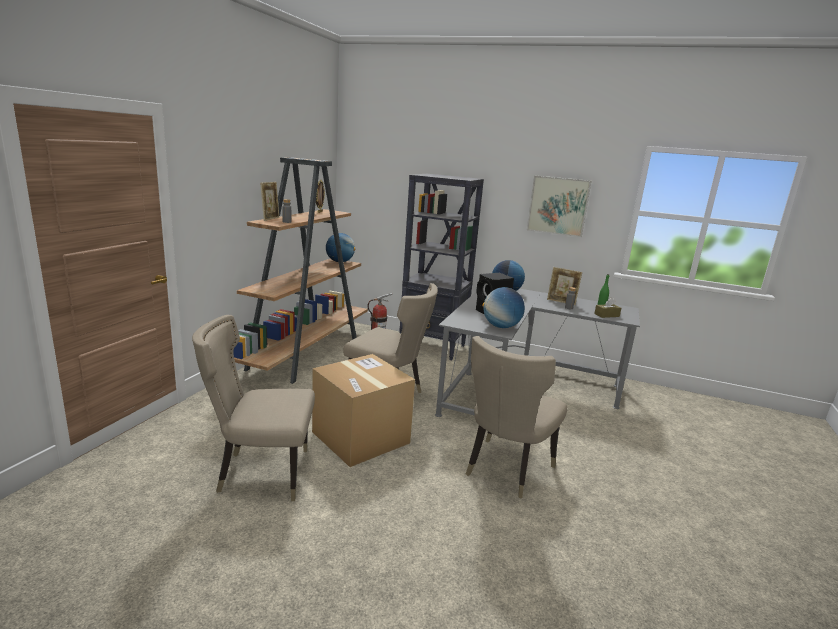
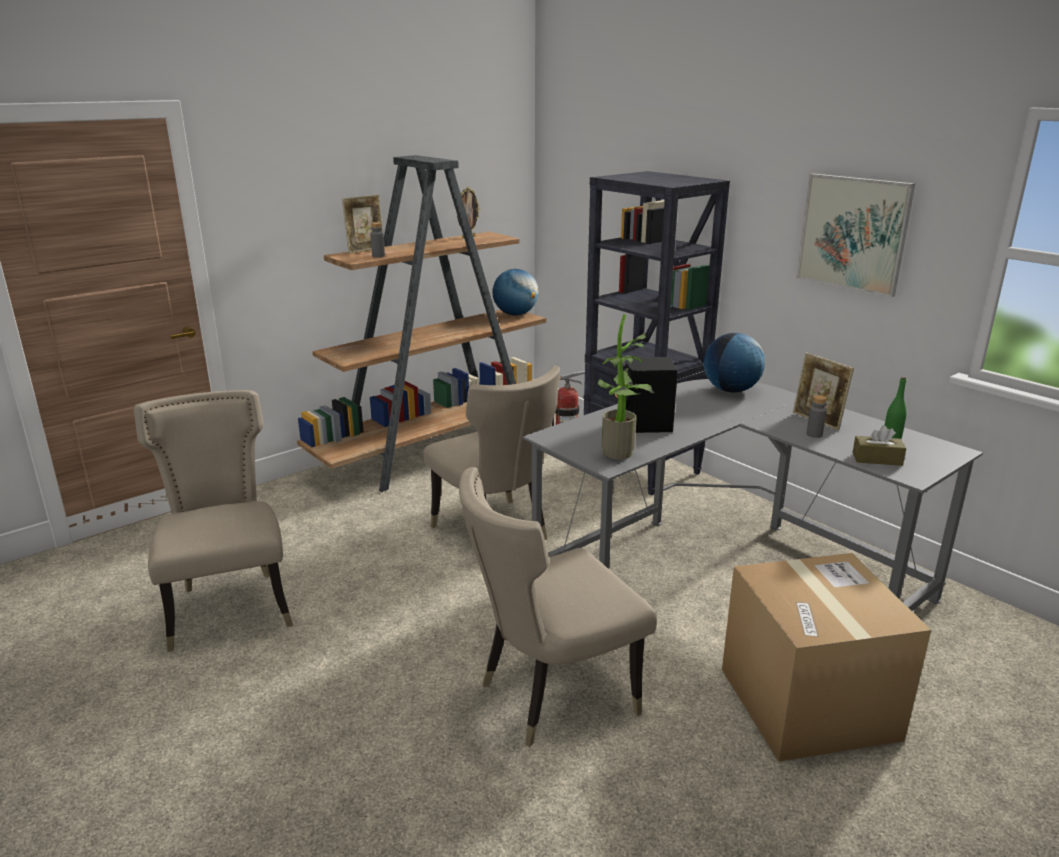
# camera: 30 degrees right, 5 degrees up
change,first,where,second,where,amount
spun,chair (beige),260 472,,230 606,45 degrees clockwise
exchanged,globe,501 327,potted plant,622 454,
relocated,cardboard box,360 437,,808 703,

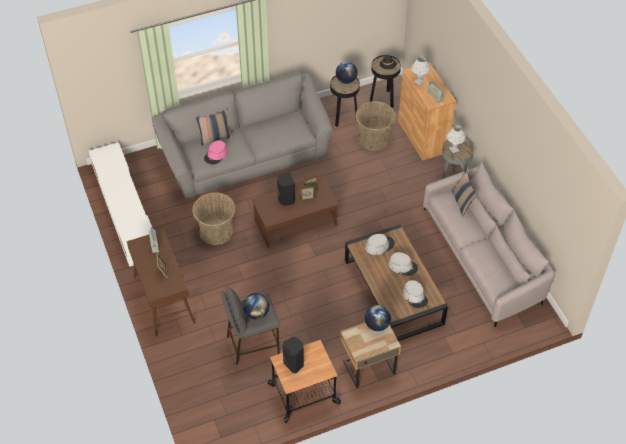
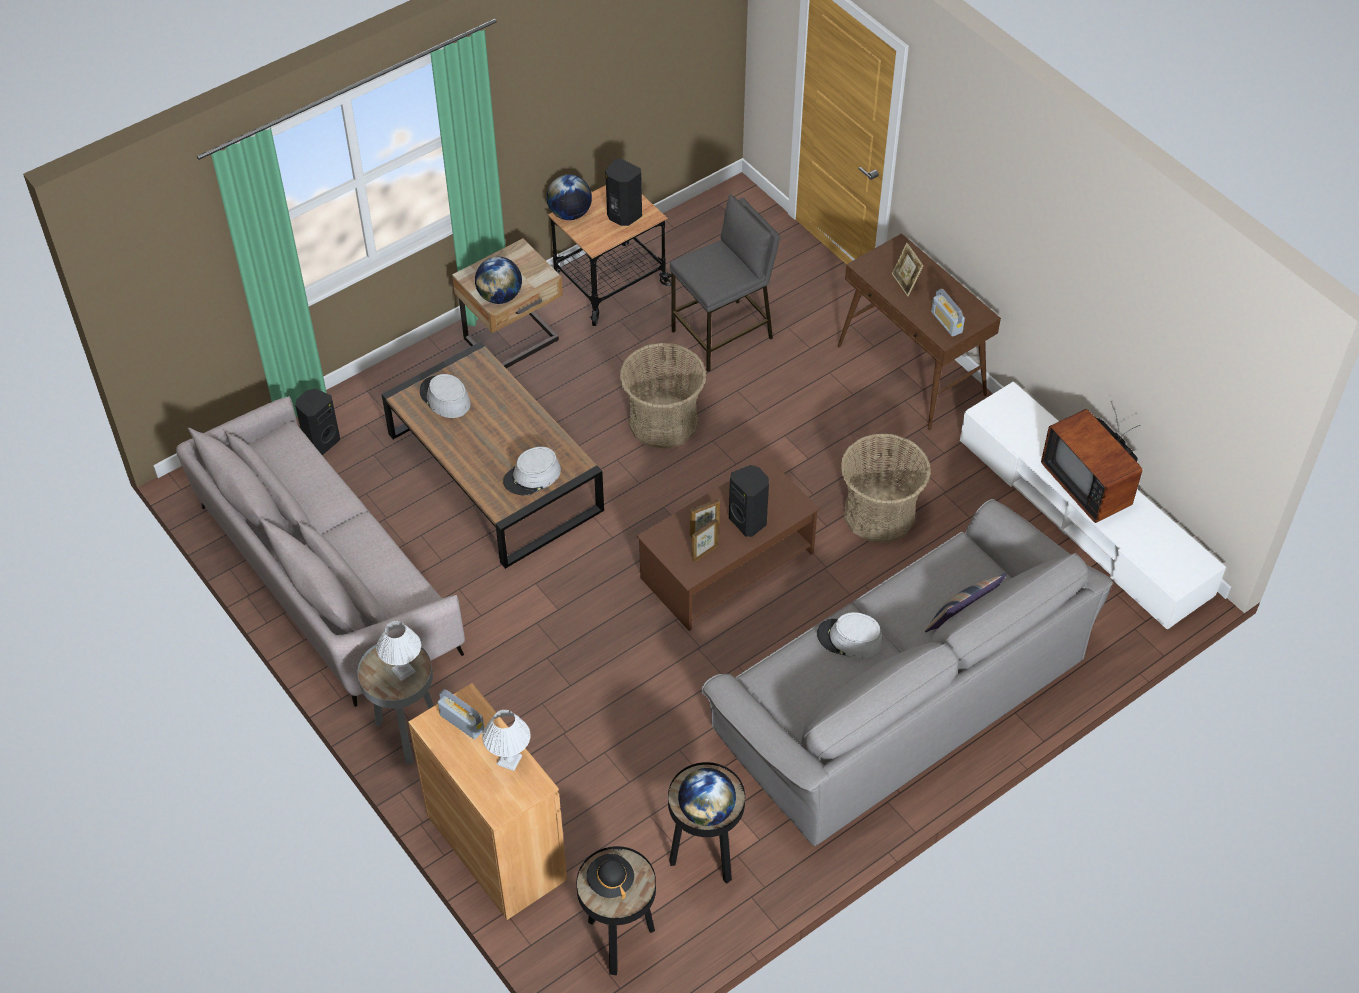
# camera: 165 degrees right, 0 degrees up
change,first,where,second,where,amount
appeared,,,speaker (black),321 441,
relocated,globe,256 313,,570 214,
relocated,basket,374 138,,663 422,
relocated,hat (grey),403 266,,849 639,
appeared,,,television,1090 484,
missing,hat (pink),216 155,,,
missing,pillow,462 203,,,

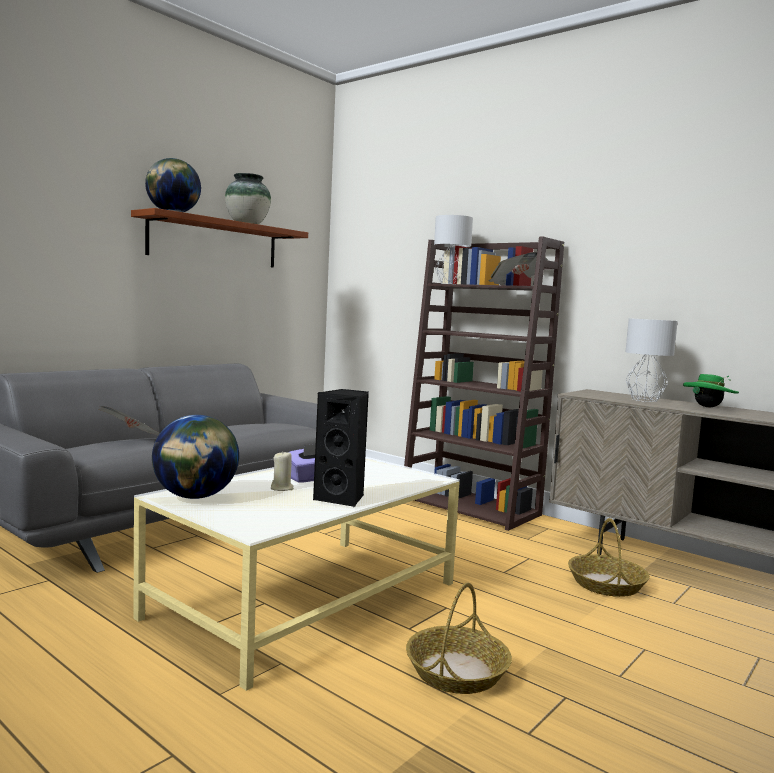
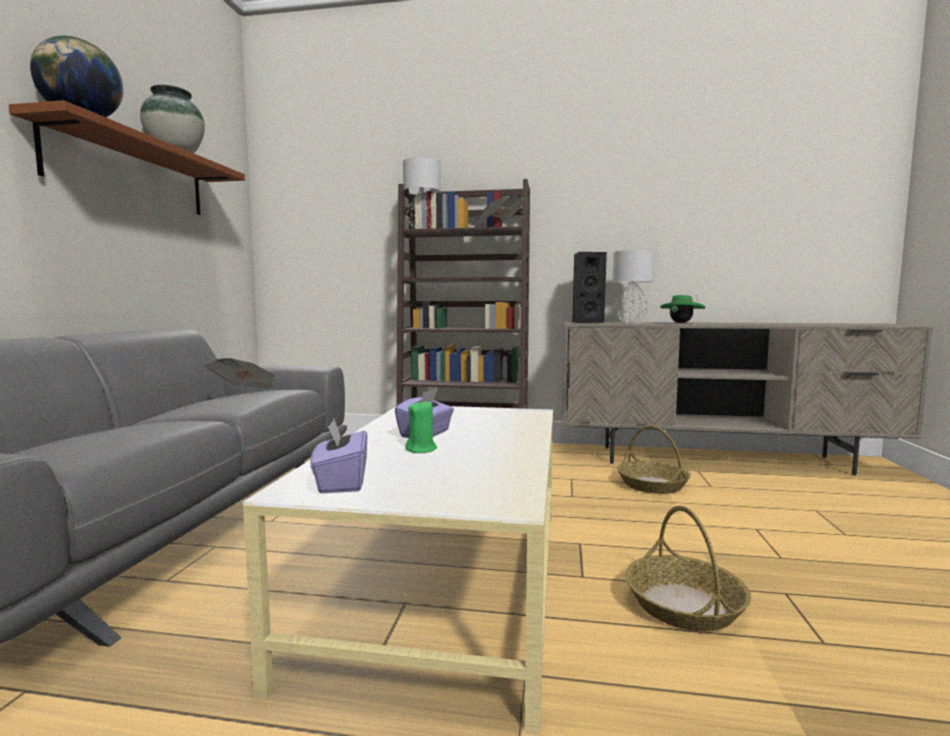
# camera: 30 degrees left, 0 degrees up
change,first,where,second,where,amount
relocated,newspaper,134 440,,246 393,
exchanged,globe,195 497,tissue box (purple),341 482,
colour,candle (beige),282 488,candle (green),421 449,
relocated,speaker (black),342 498,,586 322,

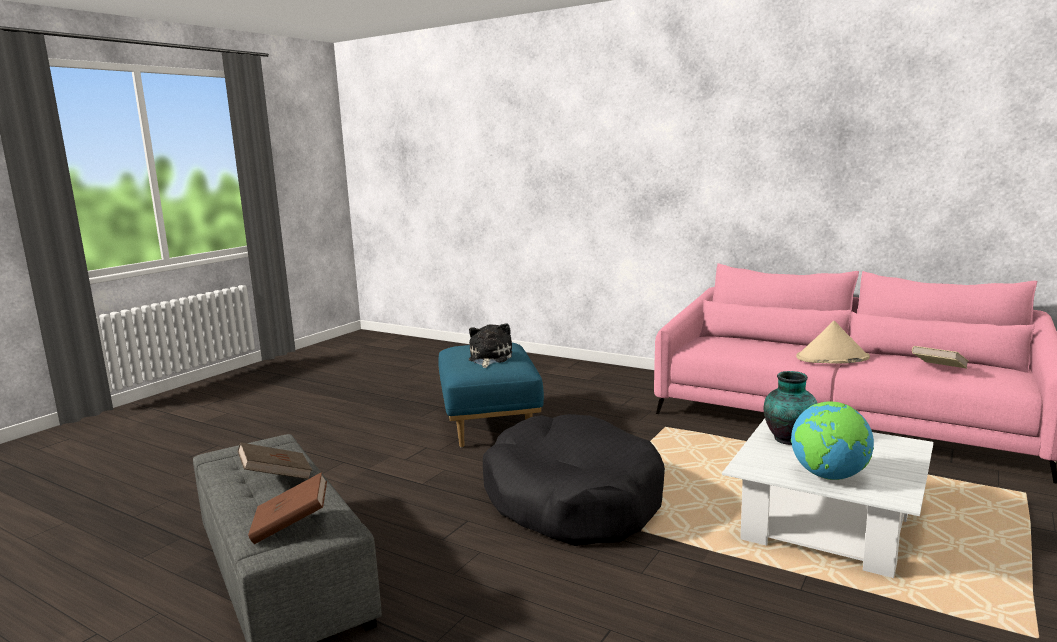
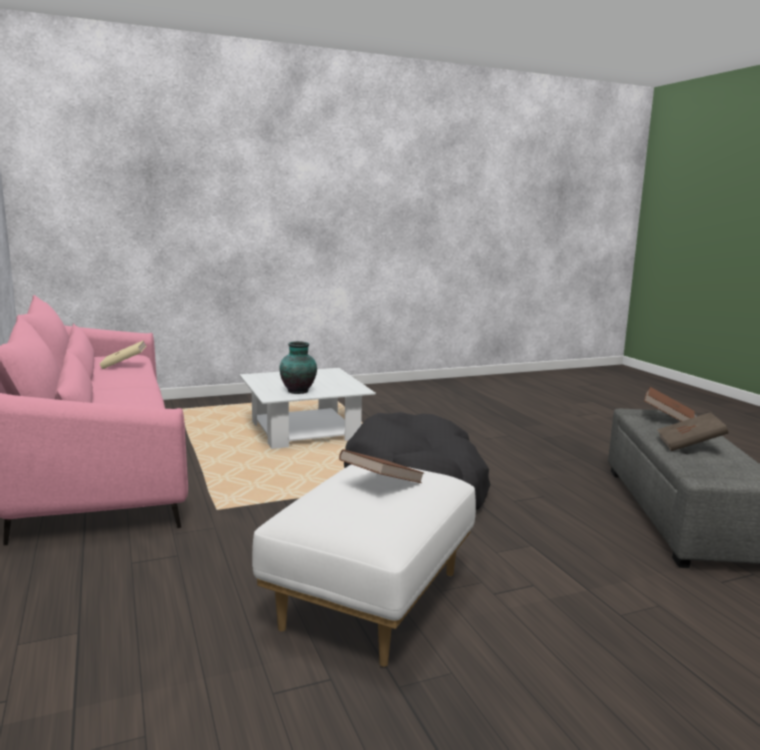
# camera: 145 degrees left, 0 degrees up
change,first,where,second,where,amount
colour,ottoman (blue),491 423,ottoman (white),370 599,
exchanged,plush toy,489 358,book (brown),381 484,
missing,globe,829 476,,,
missing,hat (beige),832 358,,,

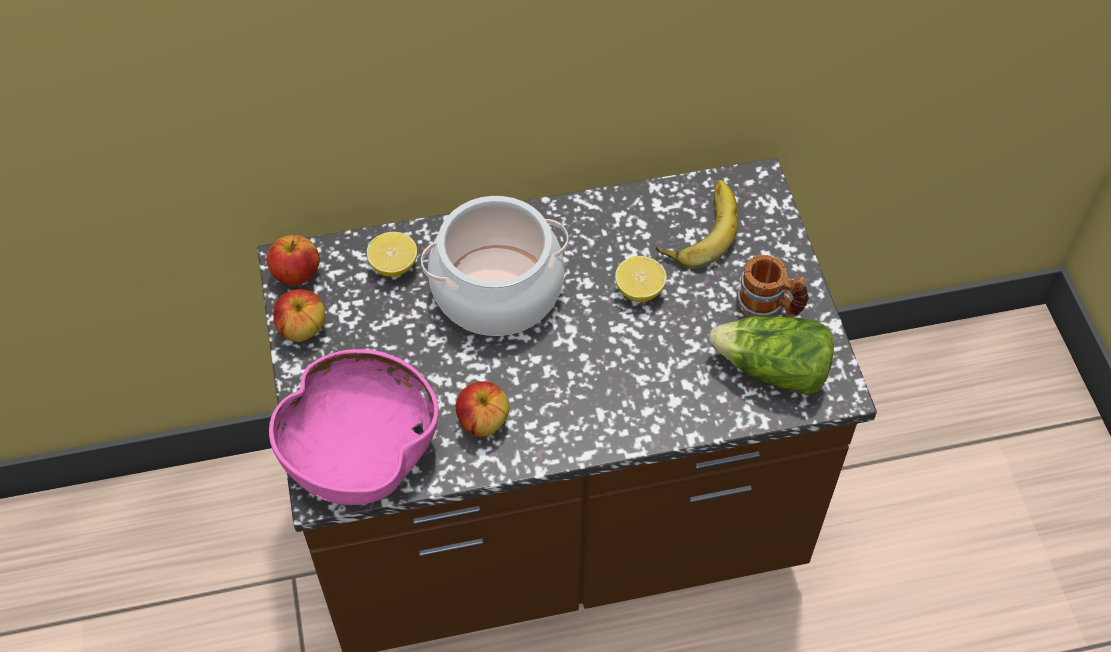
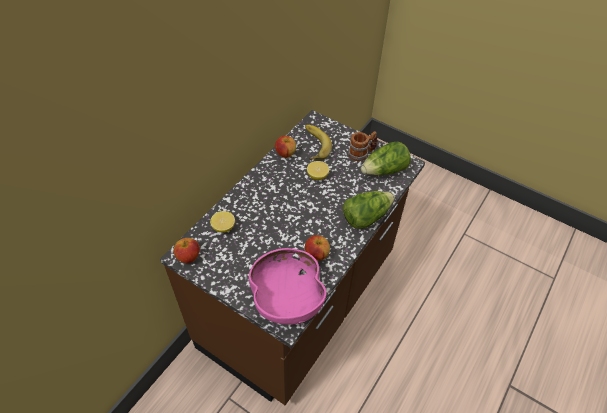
# camera: 45 degrees left, 5 degrees down
change,first,where,second,where,amount
relocated,apple,302 329,,285 153,
appeared,,,lettuce,366 216,
missing,cooking pot,498 289,,,

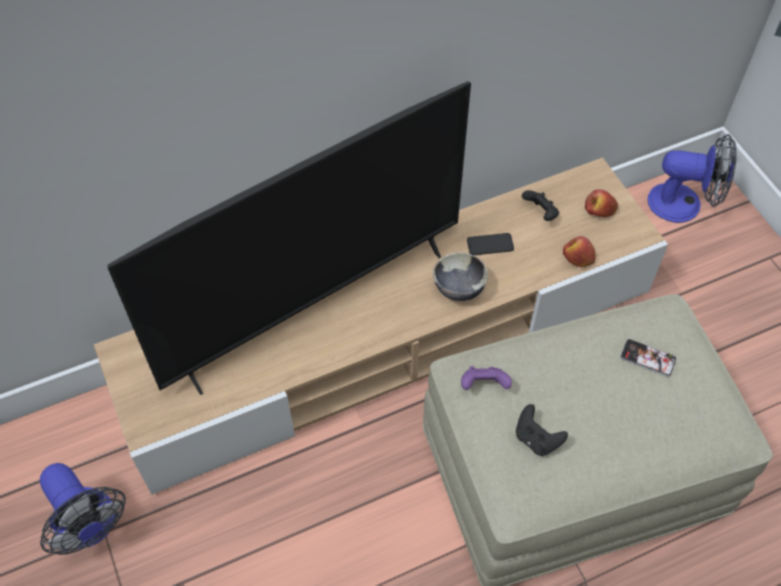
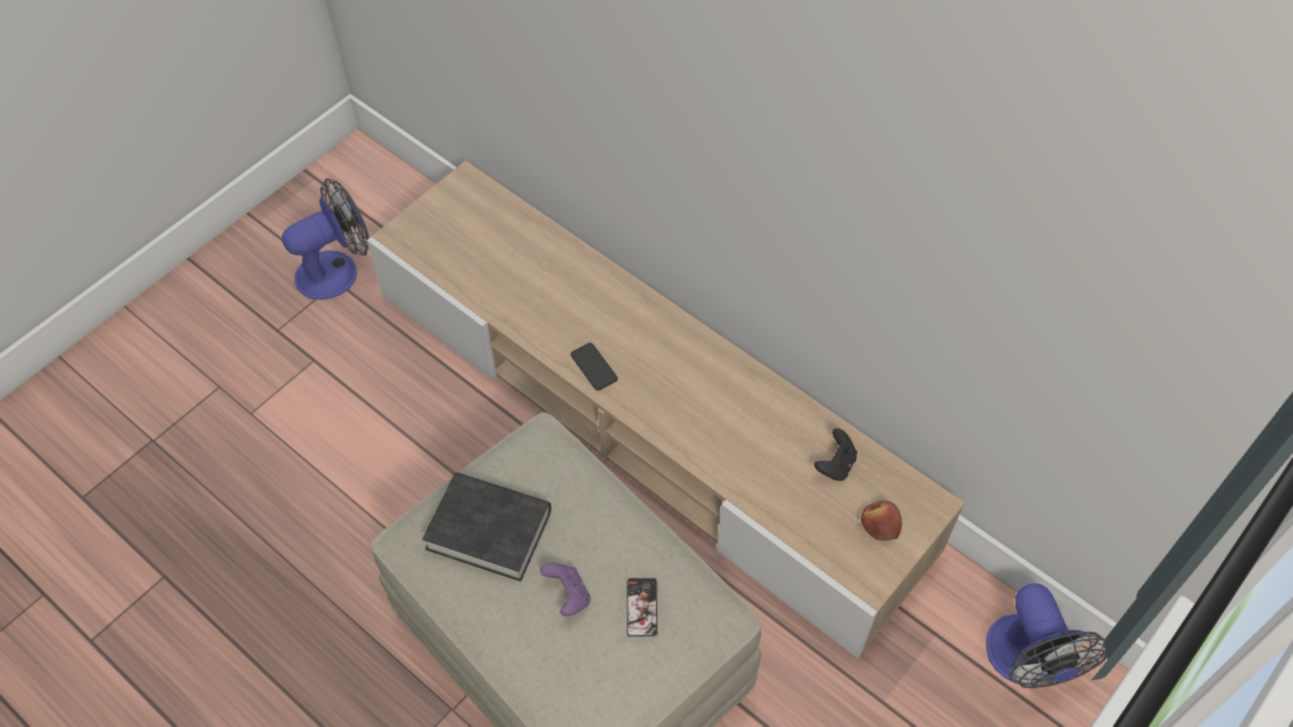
# camera: 65 degrees right, 0 degrees up
change,first,where,second,where,amount
spun,fan,90 527,,337 269,150 degrees counterclockwise
exchanged,game controller (black),536 439,book (black),489 530,
relocated,game controller (purple),483 385,,568 595,
relocated,phone,490 244,,594 367,
missing,television,315 308,,,
missing,bowl,459 289,,,
missing,apple,578 257,,,

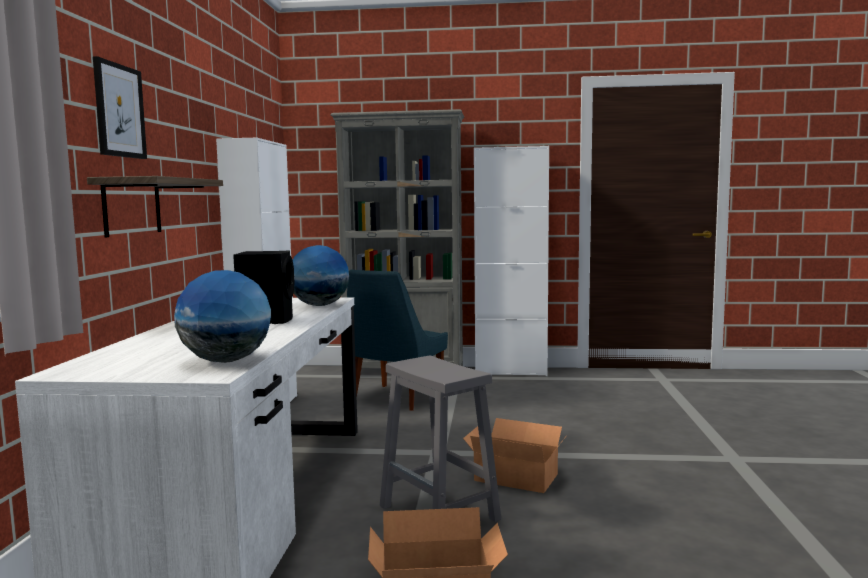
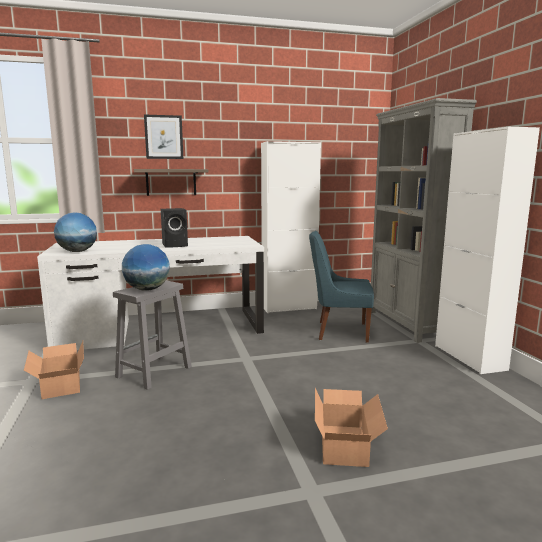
# camera: 70 degrees right, 5 degrees up
change,first,where,second,where,amount
relocated,globe,319 305,,147 289,
relocated,cardboard box,515 476,,346 444,

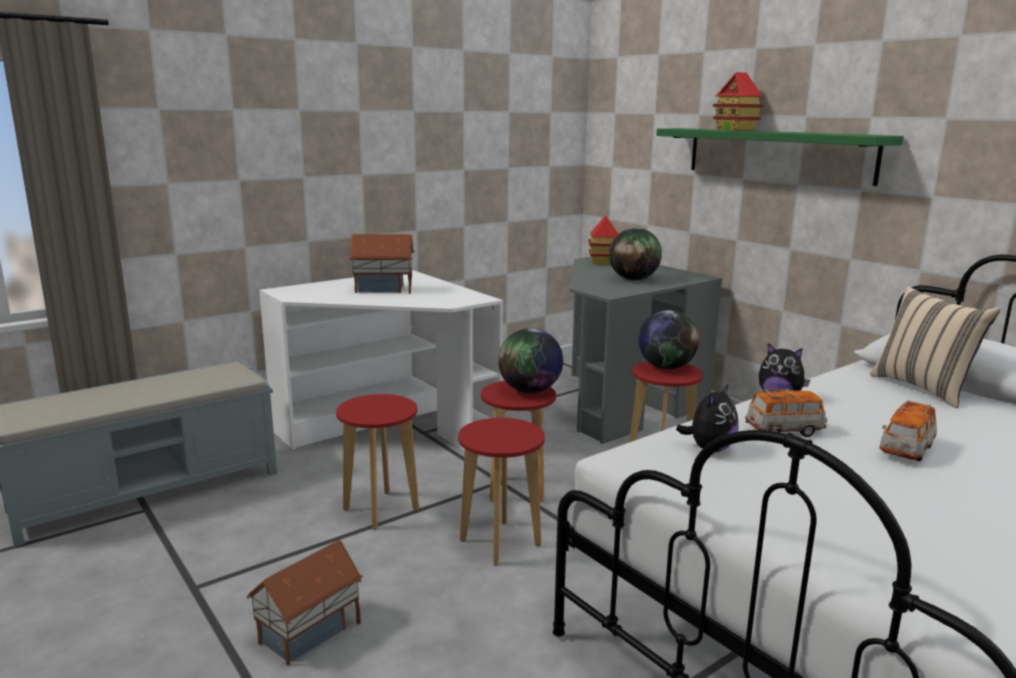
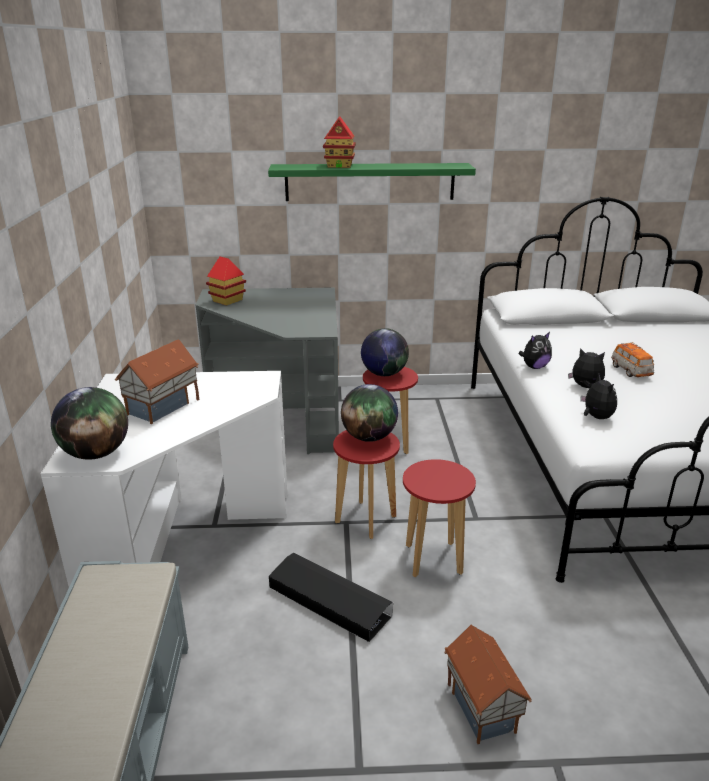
# camera: 55 degrees left, 10 degrees up
change,first,where,second,where,amount
relocated,globe,633 279,,96 453,
exchanged,stool (red),381 510,storage box (black),329 601,
exchanged,toy car,784 431,plush toy,585 387,
missing,pillow (beige),923 388,,,

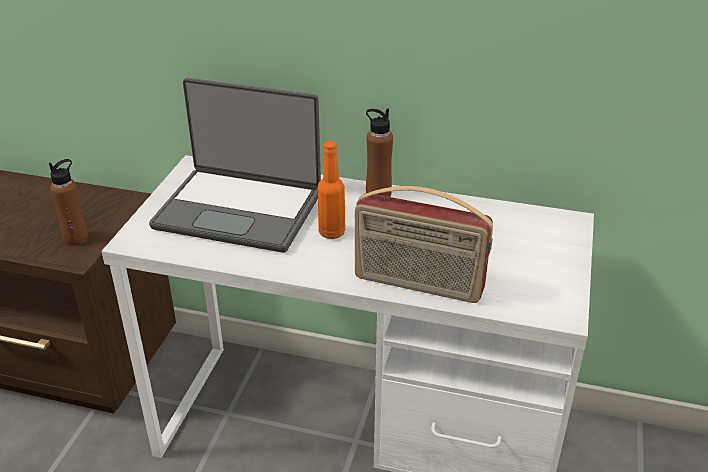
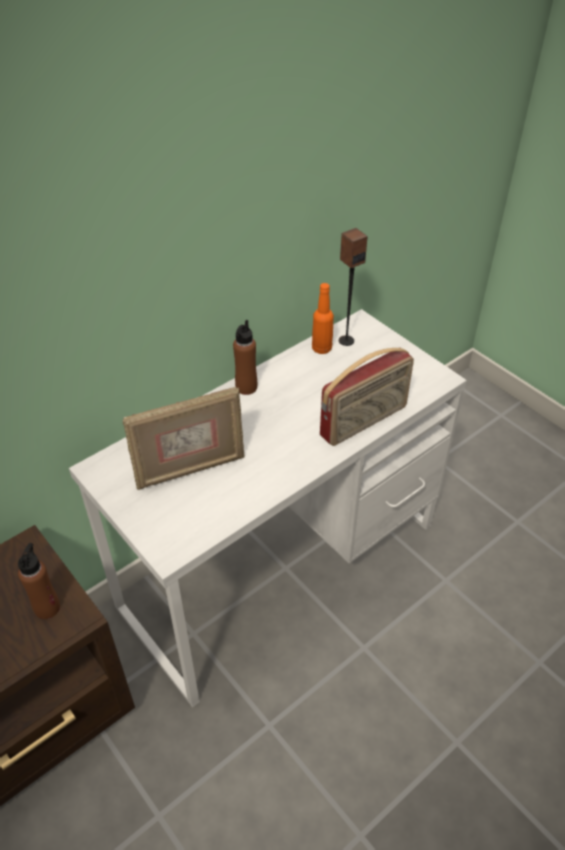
# camera: 55 degrees left, 10 degrees up
change,first,where,second,where,amount
exchanged,laptop,240 210,picture frame,190 469,
relocated,bottle (orange),331 232,,321 348,
appeared,,,speaker,346 340,

